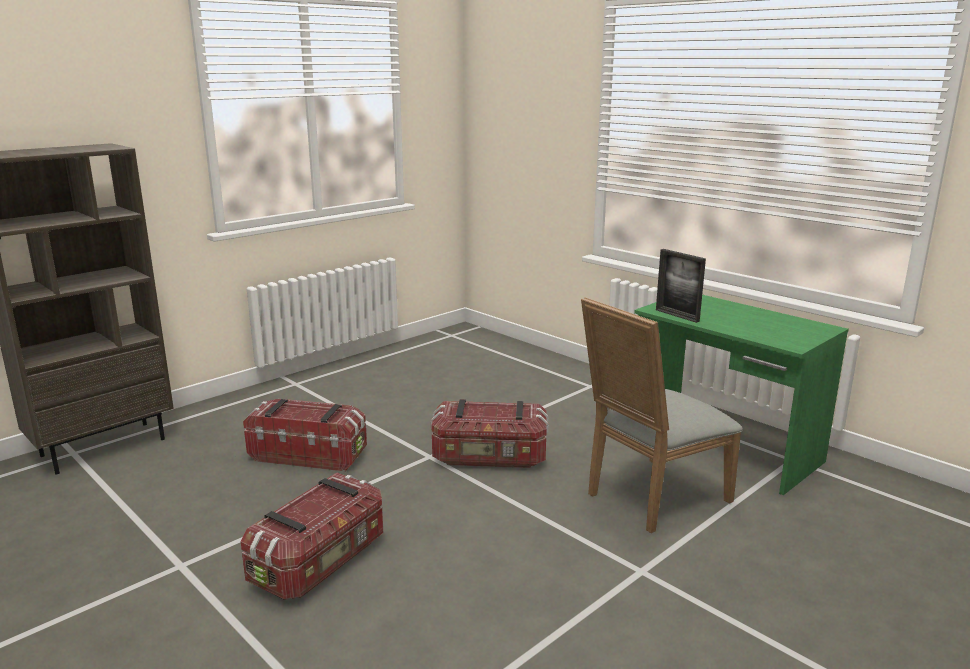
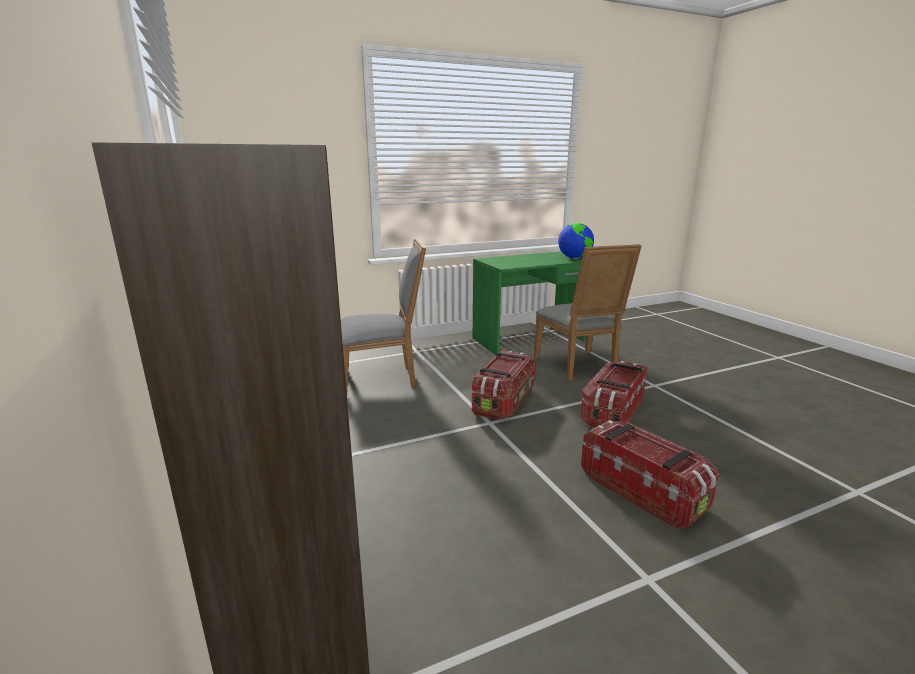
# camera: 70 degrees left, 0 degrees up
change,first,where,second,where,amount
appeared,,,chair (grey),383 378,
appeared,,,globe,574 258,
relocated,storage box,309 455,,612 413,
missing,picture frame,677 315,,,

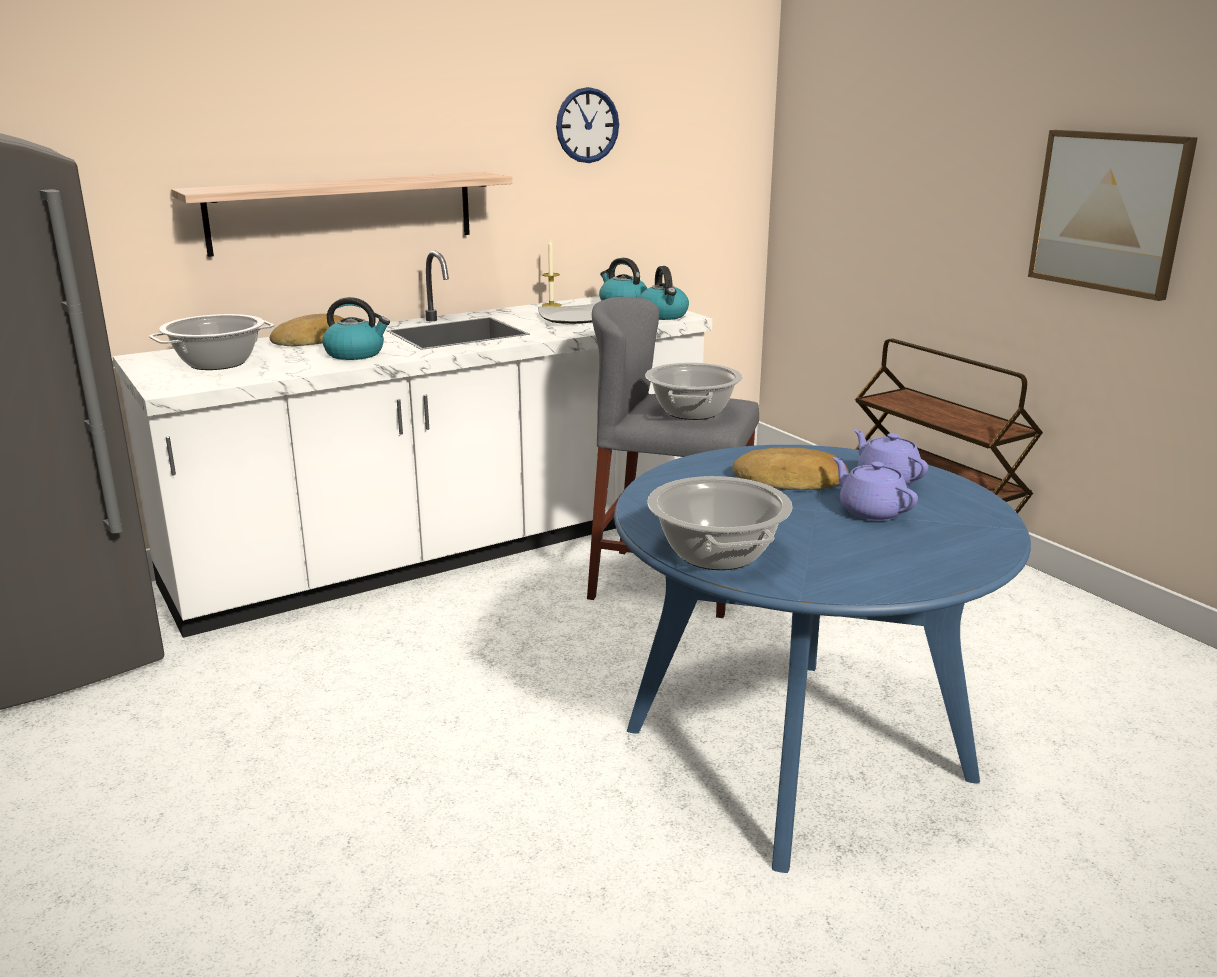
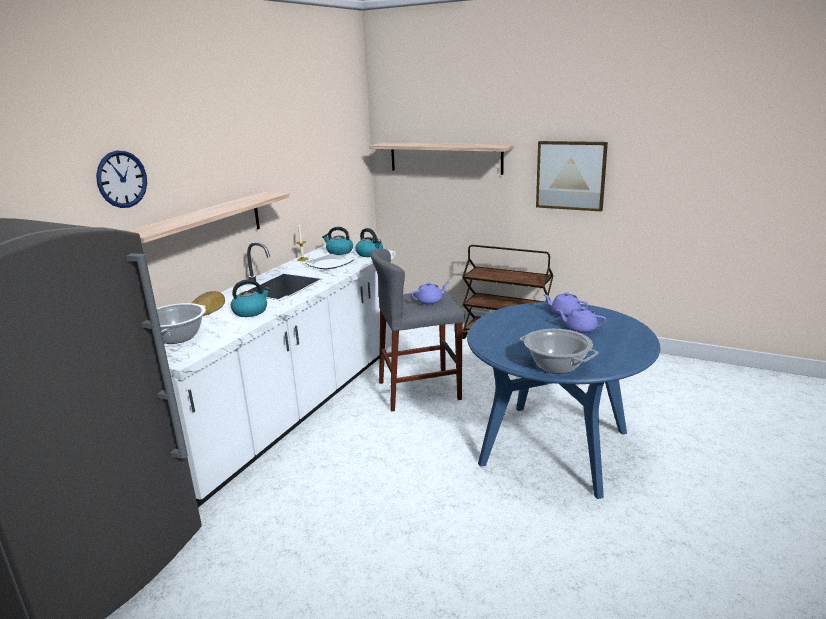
# camera: 30 degrees left, 0 degrees up
change,first,where,second,where,amount
relocated,wall clock,587 125,,122 179,
appeared,,,shelf,445 157,
exchanged,cooking pot,692 412,teapot (purple),430 301,
missing,bread,791 481,,,

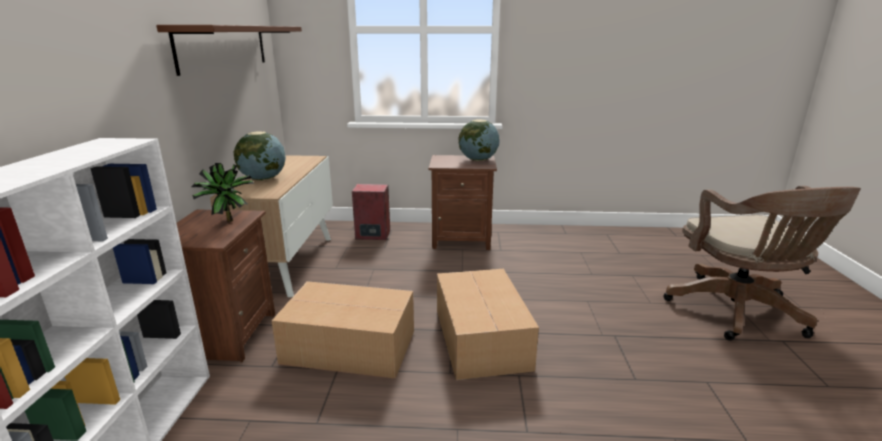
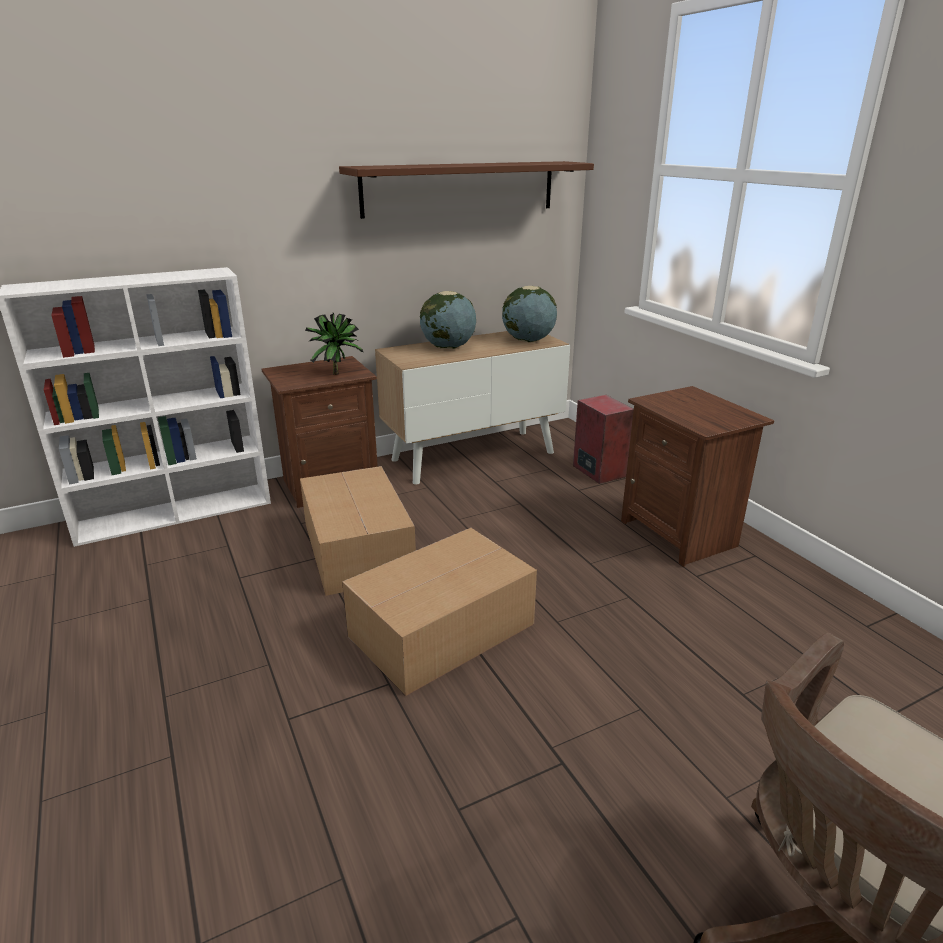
# camera: 60 degrees right, 5 degrees up
change,first,where,second,where,amount
relocated,globe,478 160,,528 340,

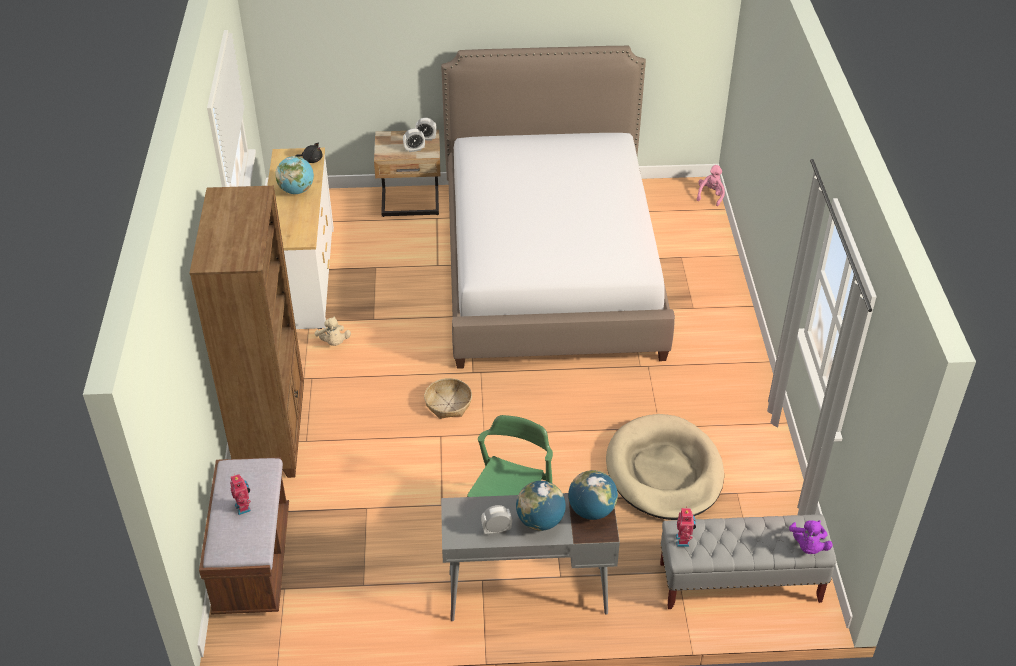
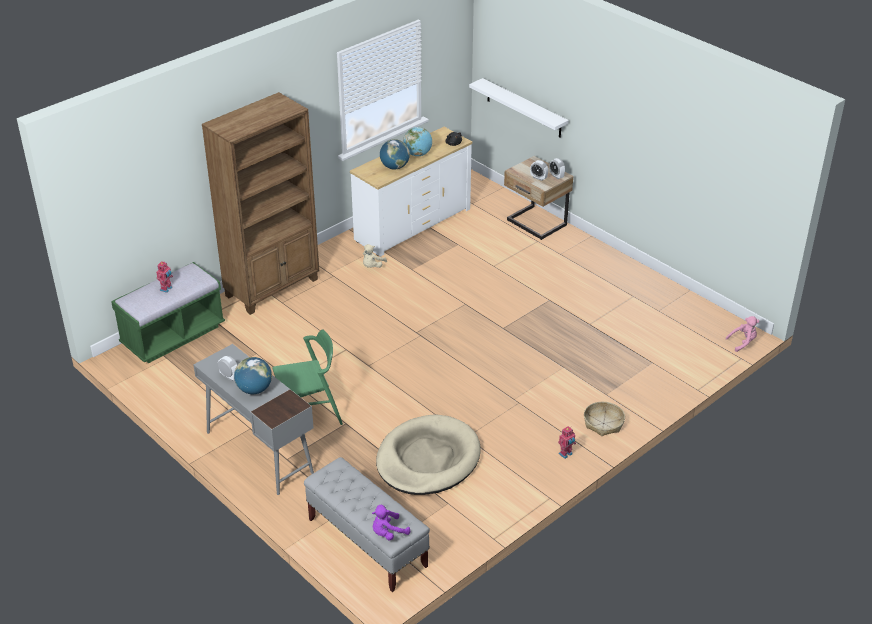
# camera: 50 degrees right, 5 degrees down
change,first,where,second,where,amount
colour,bench (brown),252 561,bench (green),173 336,
relocated,globe,591 510,,394 167,
appeared,,,shelf (white),524 108,
relocated,toy robot,683 541,,566 454,
relocated,basket,448 404,,603 423,
missing,bed,550 269,,,

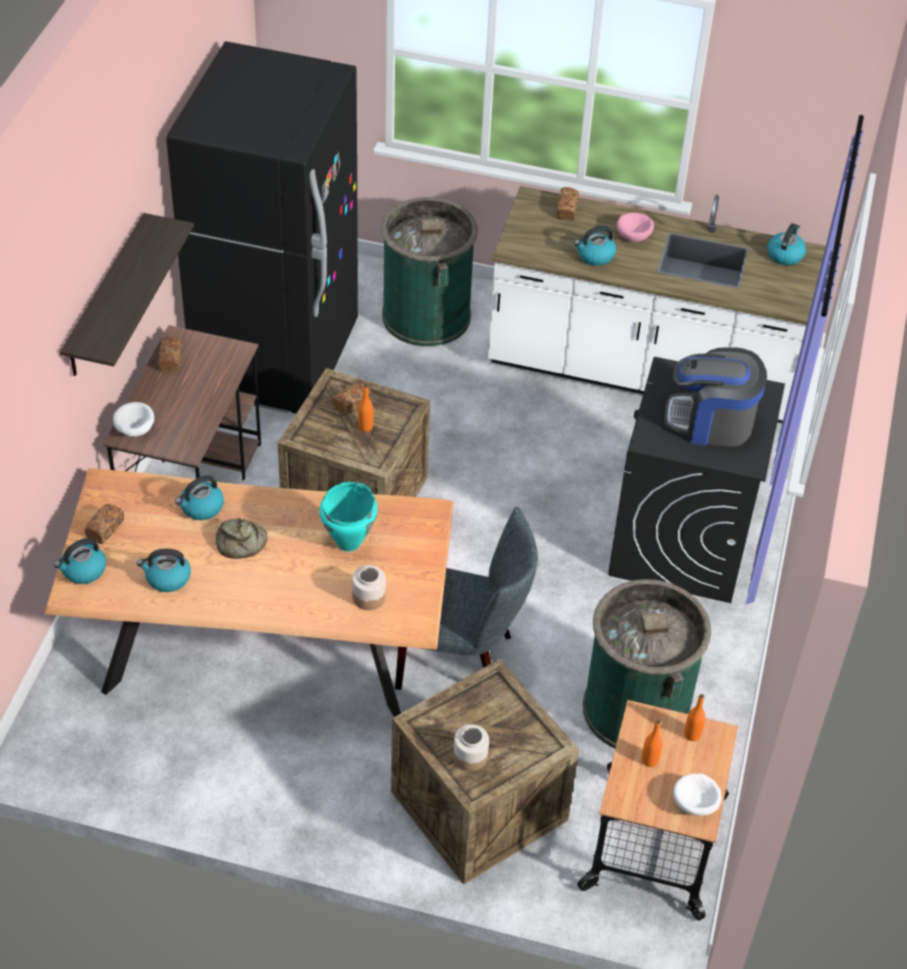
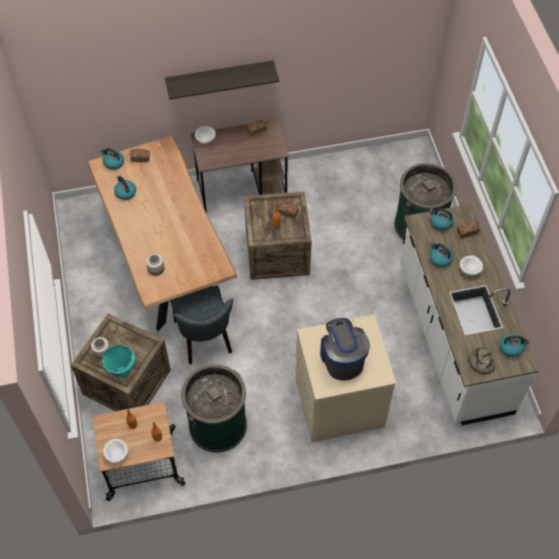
# camera: 65 degrees right, 10 degrees up
change,first,where,second,where,amount
relocated,cooking pot (turquoise),349 542,,122 372,
colour,washing machine (black),681 542,washing machine (beige),338 403,
relocated,kettle,201 508,,440 223,
colour,bowl (pink),634 236,bowl (white),470 270,
relocated,bread,240 543,,481 362,
missing,fridge (black),277 359,,,

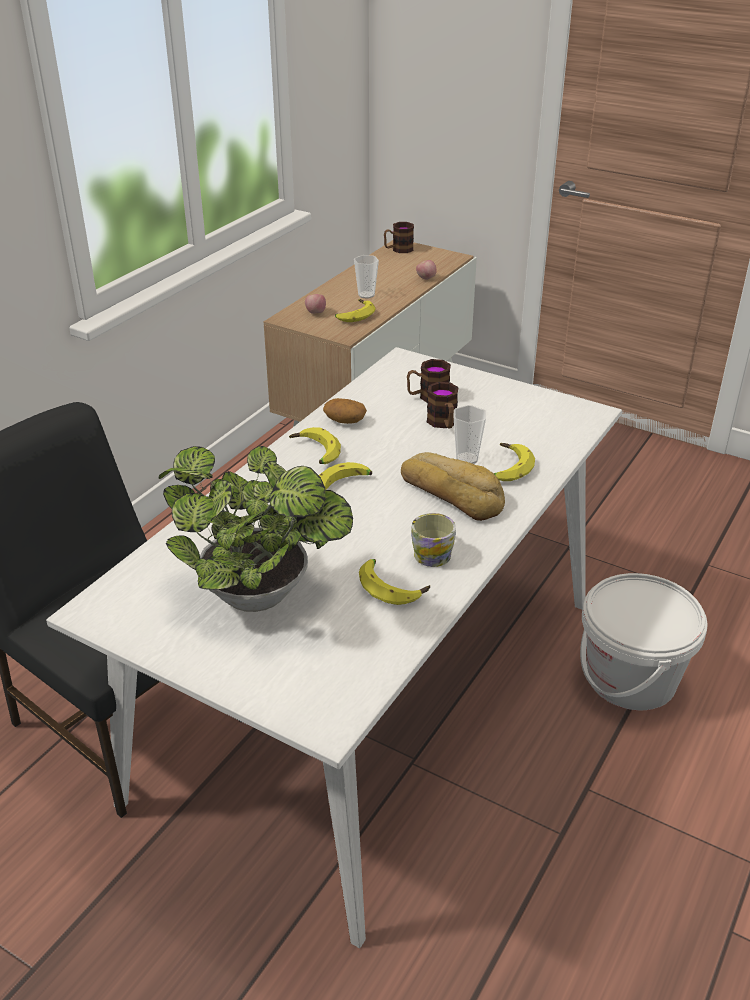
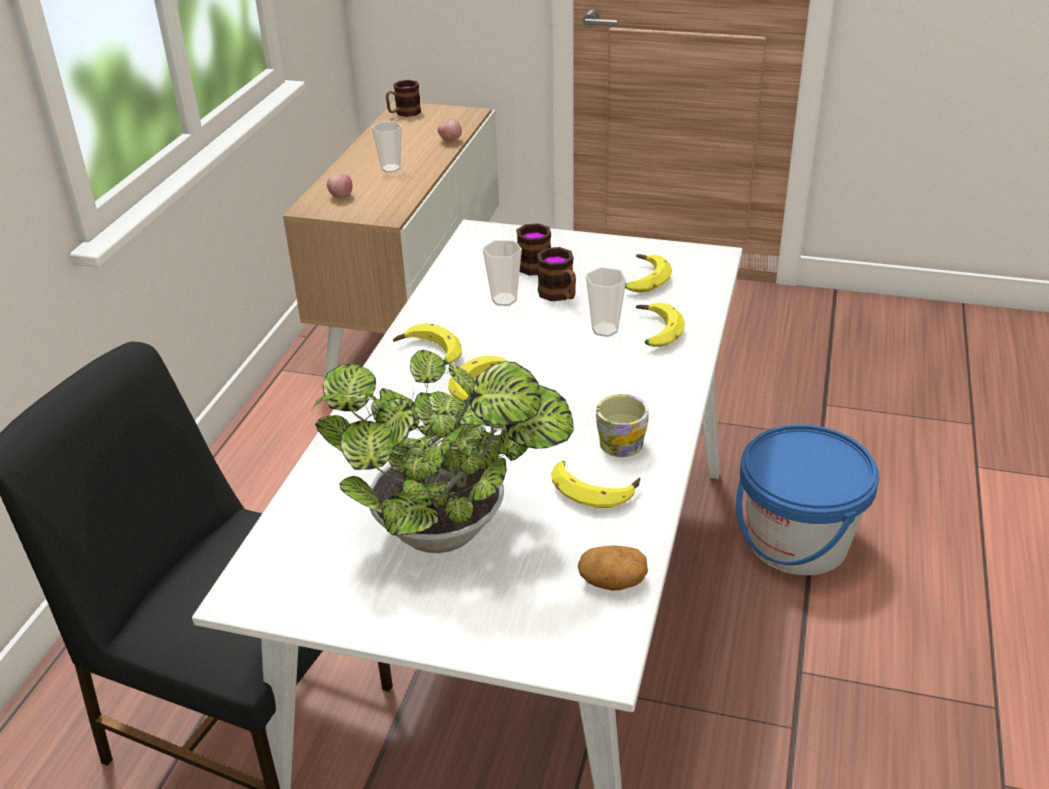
# camera: 15 degrees left, 0 degrees up
change,first,where,second,where,amount
appeared,,,cup,504 300,
relocated,potato,344 421,,612 581,
relocated,banana,353 315,,642 280,
colour,bucket (white),631 678,bucket (blue),797 541,
missing,bread,452 493,,,

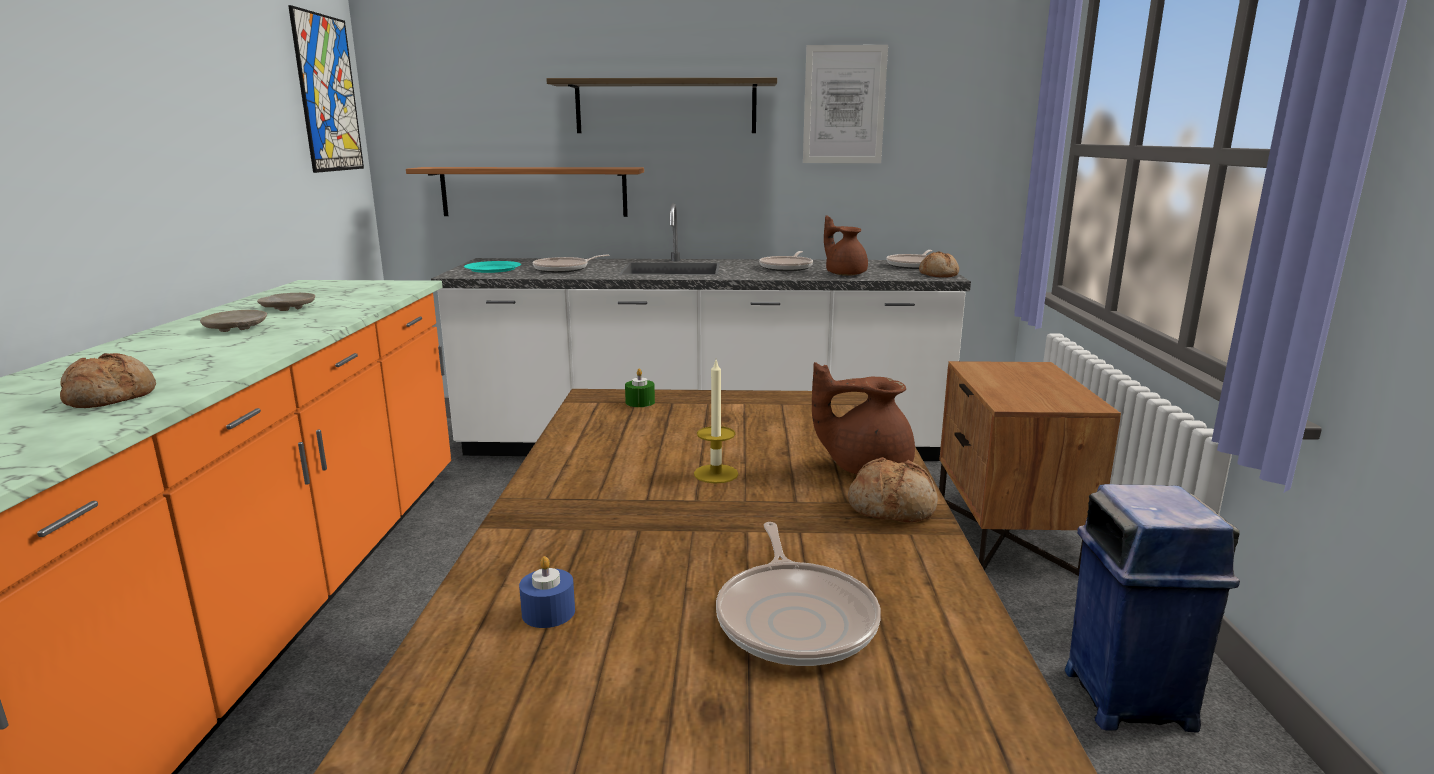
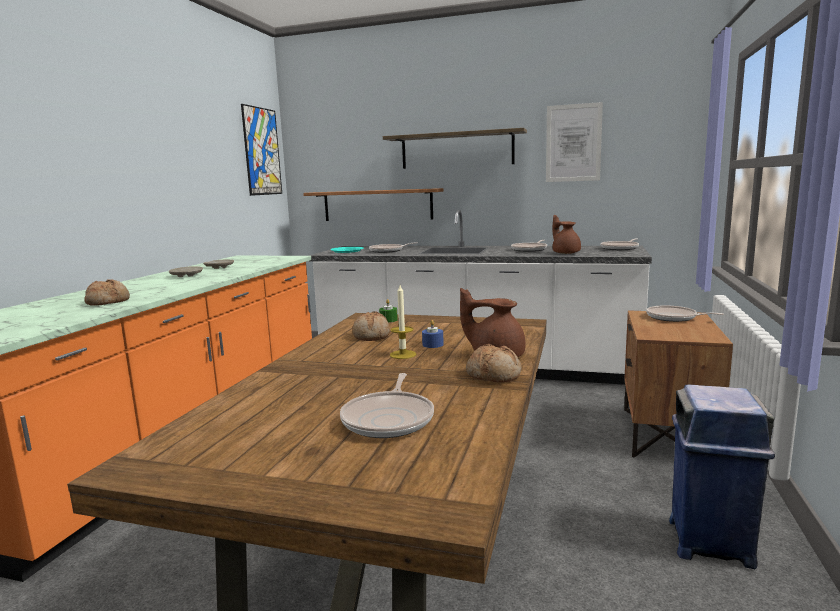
# camera: 15 degrees right, 5 degrees down
change,first,where,second,where,amount
relocated,bread,938 274,,372 336,
relocated,candle (blue),548 612,,433 344,
appeared,,,frying pan,674 318,

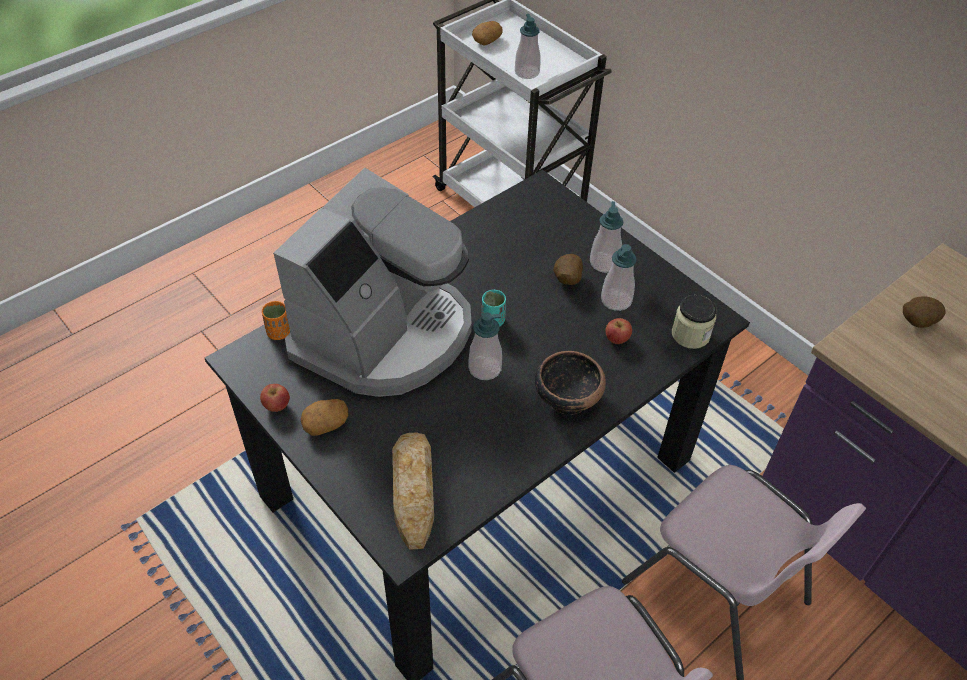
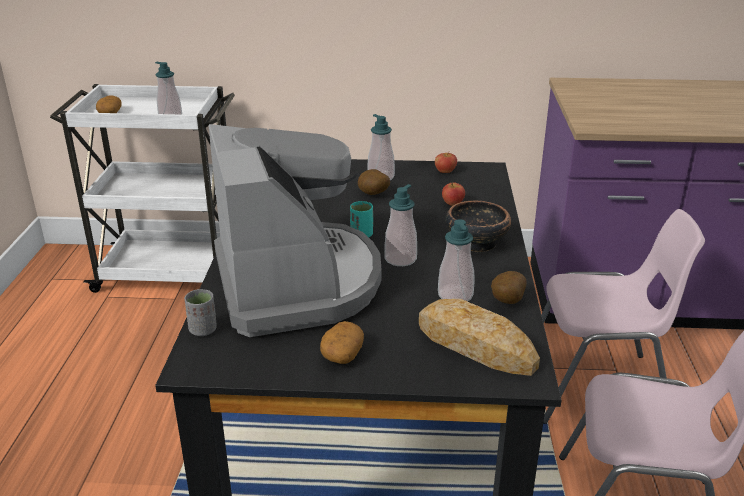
# camera: 45 degrees left, 20 degrees down
change,first,where,second,where,amount
colour,cup (orange),279 332,cup (grey),203 330,
relocated,apple,277 405,,445 171,
relocated,soap dispenser,616 300,,455 295,
relocated,potato,915 322,,505 302,
missing,jar,690 334,,,

